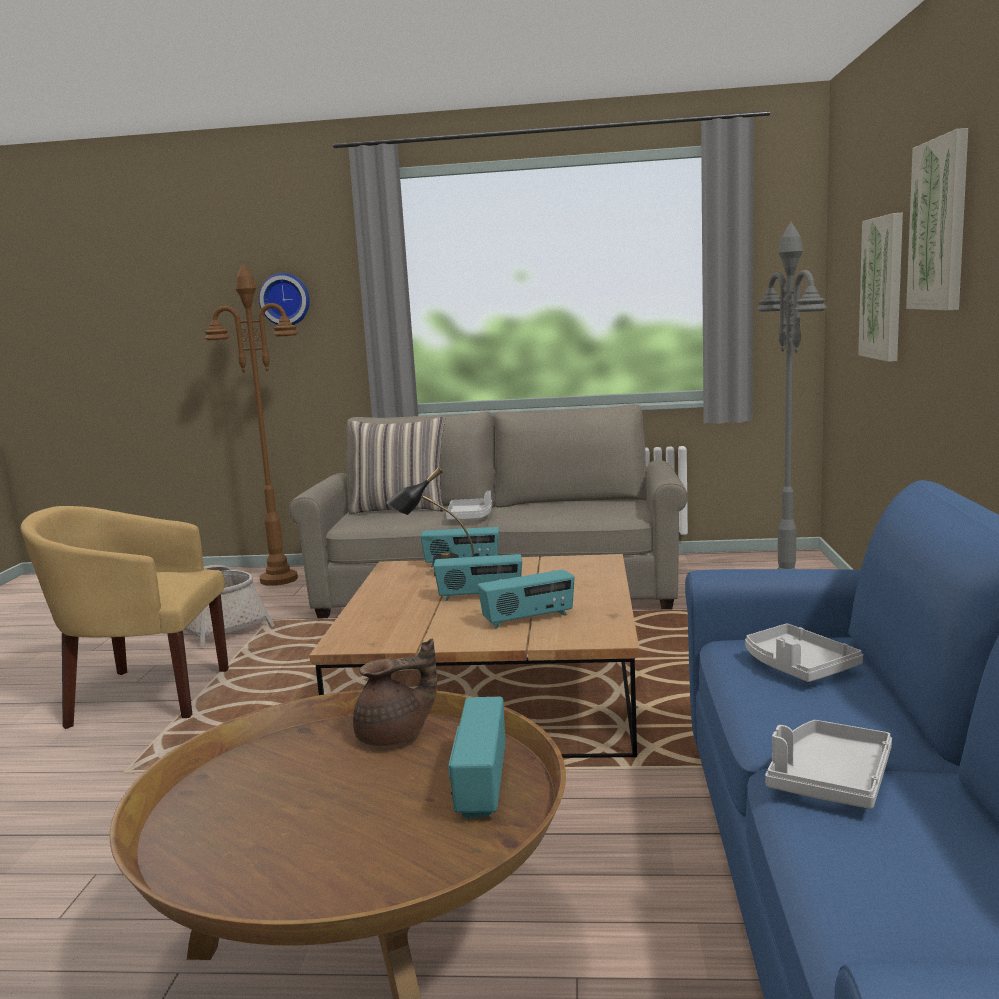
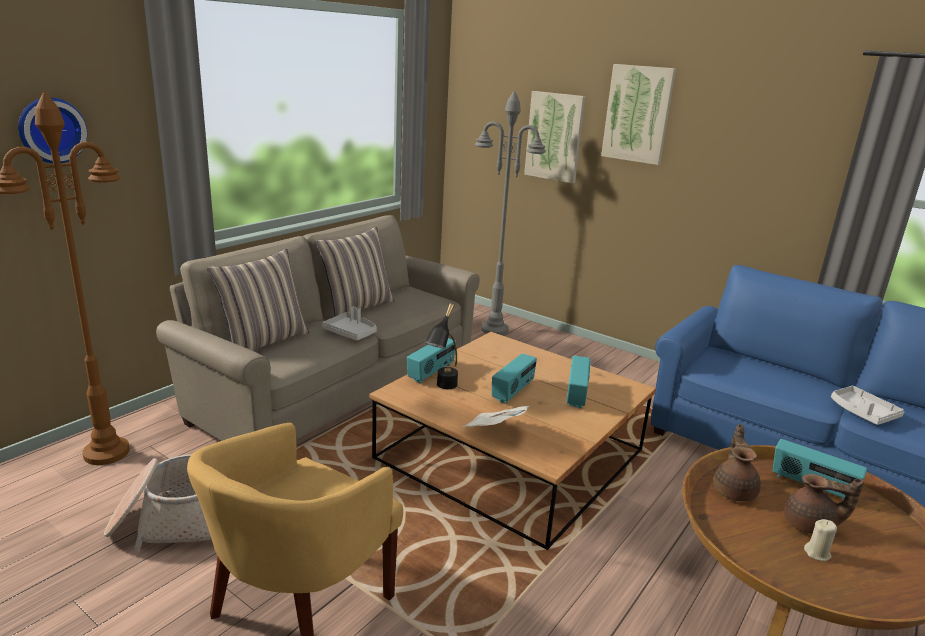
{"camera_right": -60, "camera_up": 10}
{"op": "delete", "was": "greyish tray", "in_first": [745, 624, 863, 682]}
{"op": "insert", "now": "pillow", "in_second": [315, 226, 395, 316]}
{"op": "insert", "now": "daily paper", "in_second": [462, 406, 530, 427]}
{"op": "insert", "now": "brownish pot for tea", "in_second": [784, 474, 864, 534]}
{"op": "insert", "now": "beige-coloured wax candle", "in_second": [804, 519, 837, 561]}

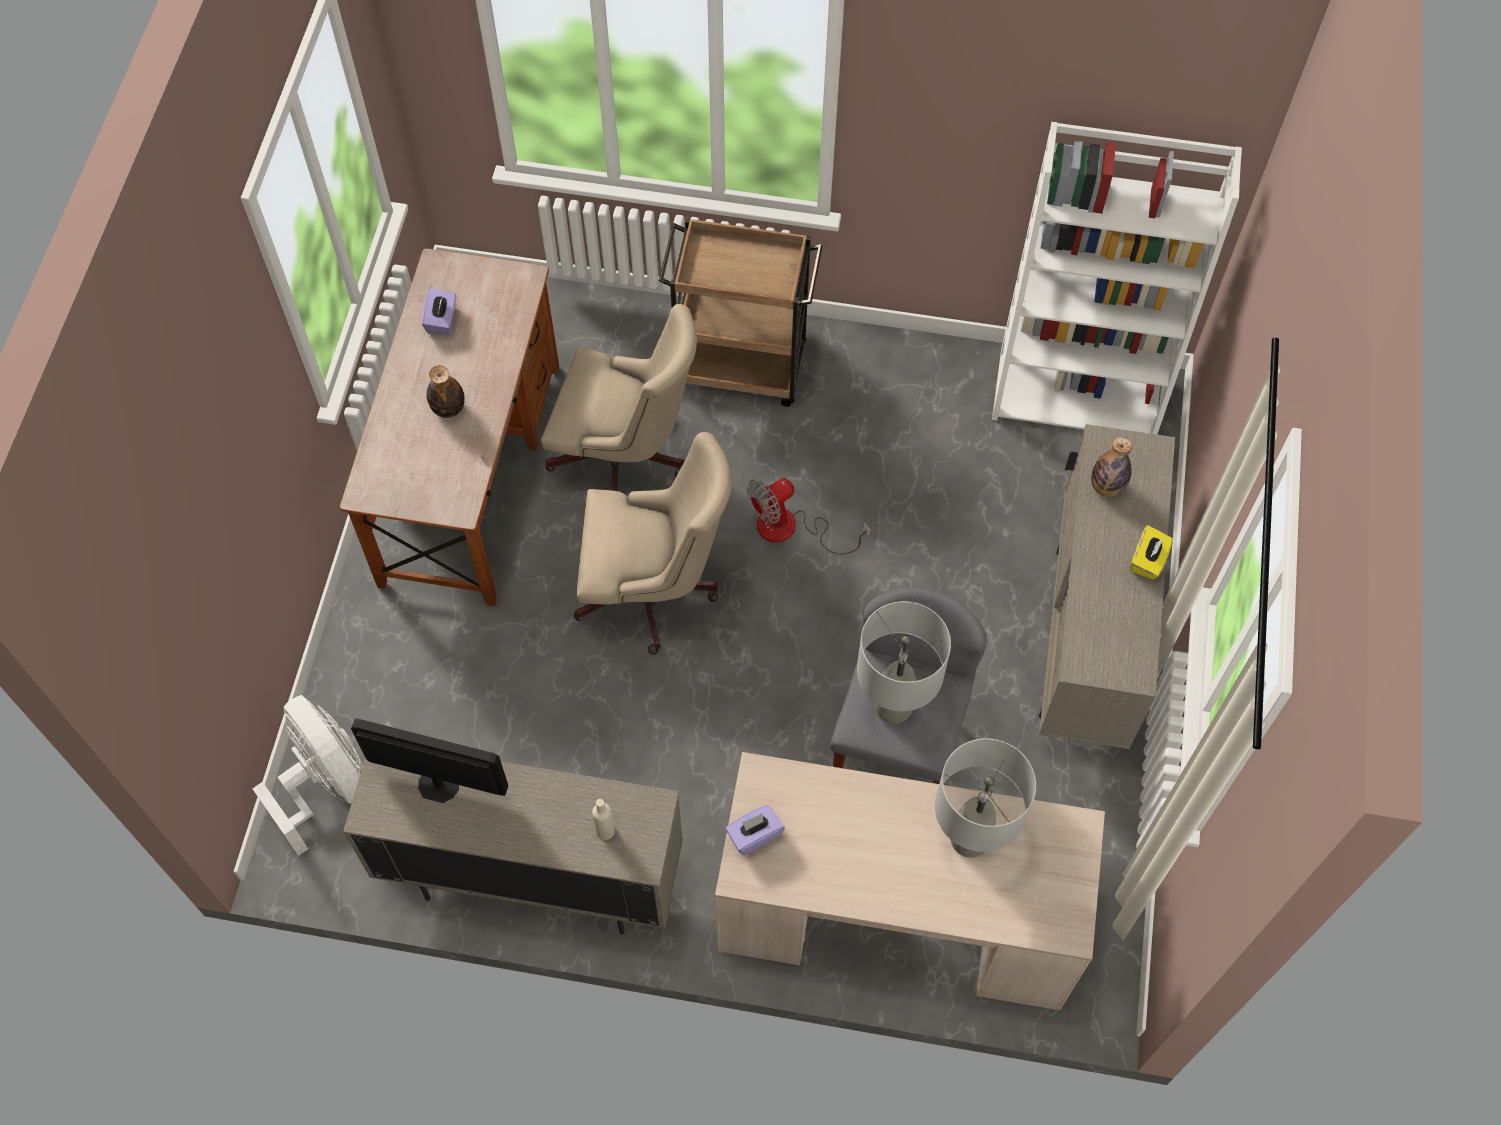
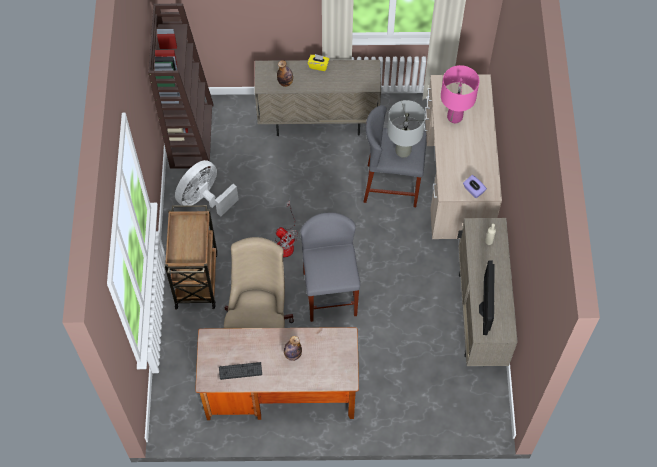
{"camera_right": -100, "camera_up": 0}
{"op": "move", "was": "white electric fan", "in_first": [252, 695, 362, 856], "in_second": [175, 160, 239, 216]}
{"op": "replace", "was": "purple-coloured tissue holder", "now": "computer keyboard", "in_first": [422, 288, 456, 335], "in_second": [219, 362, 262, 380]}
{"op": "replace", "was": "beige-coloured office chair", "now": "greyish stool", "in_first": [574, 432, 732, 655], "in_second": [300, 213, 360, 322]}
{"op": "recolor", "was": "greyish lamp for a table", "now": "pinkish lamp for a table", "in_first": [935, 738, 1036, 858], "in_second": [441, 65, 479, 123]}
{"op": "recolor", "was": "white shelving unit", "now": "brownish shelving unit", "in_first": [992, 122, 1242, 434], "in_second": [148, 3, 214, 169]}

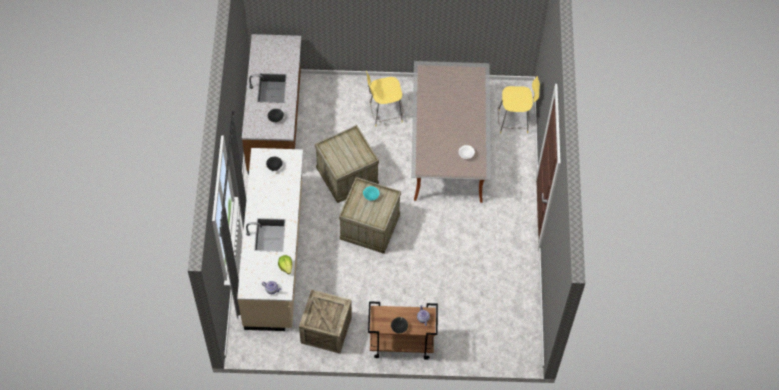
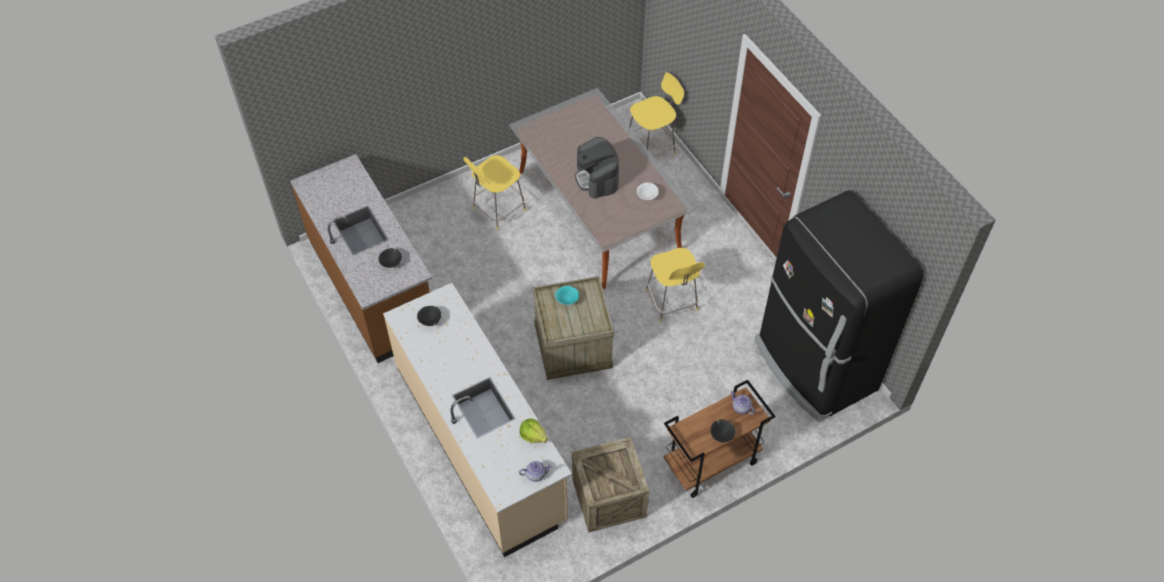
{"camera_right": -30, "camera_up": -5}
{"op": "delete", "was": "packing crate", "in_first": [315, 125, 379, 203]}
{"op": "insert", "now": "coffee brewer", "in_second": [575, 137, 619, 199]}
{"op": "insert", "now": "yellow stool", "in_second": [646, 248, 705, 322]}
{"op": "insert", "now": "black-coloured kitchen fridge", "in_second": [755, 191, 924, 422]}

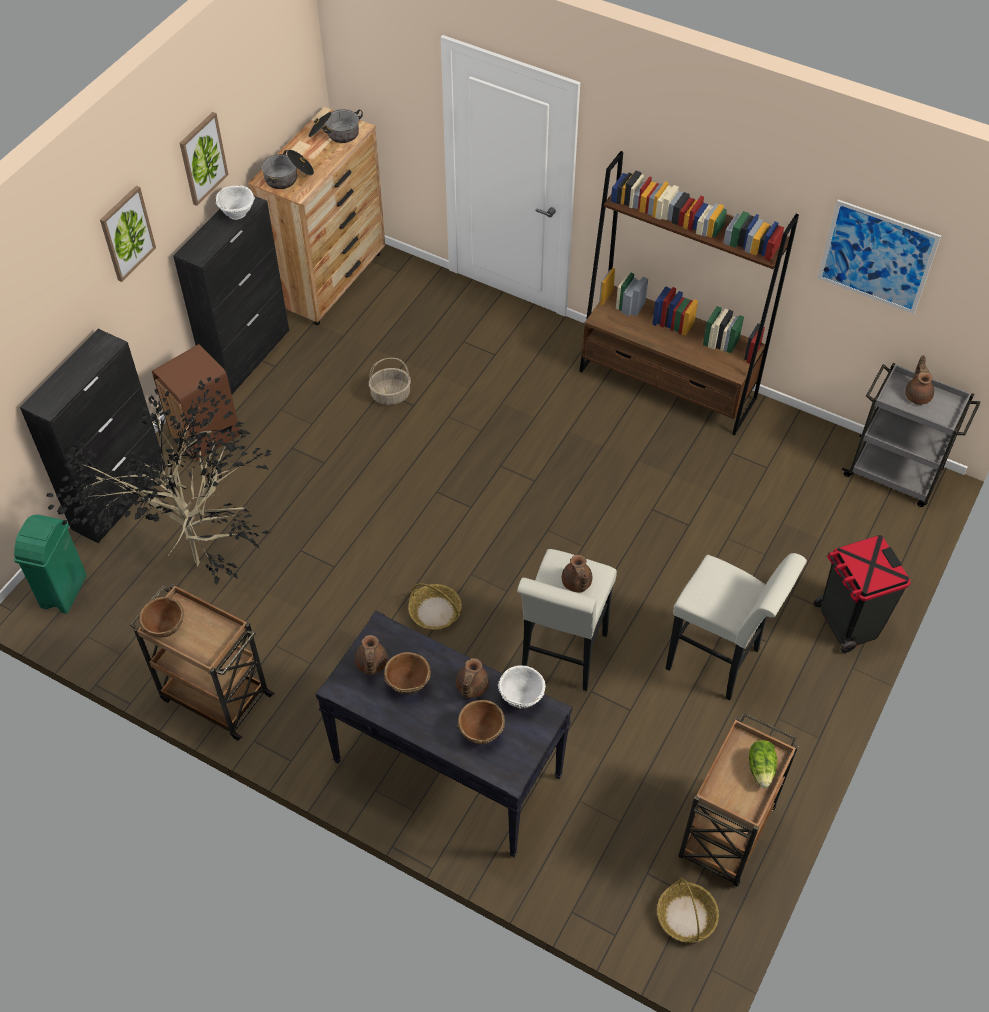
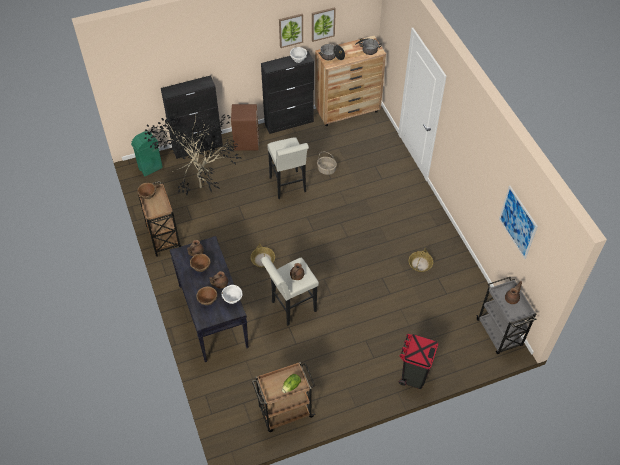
{"camera_right": 40, "camera_up": 0}
{"op": "delete", "was": "brownish shelving unit", "in_first": [579, 151, 799, 436]}
{"op": "move", "was": "picture", "in_first": [100, 186, 156, 282], "in_second": [312, 7, 336, 42]}
{"op": "move", "was": "storage basket", "in_first": [657, 878, 719, 943], "in_second": [409, 248, 433, 272]}
{"op": "move", "was": "white stool", "in_first": [665, 553, 807, 701], "in_second": [267, 137, 309, 199]}

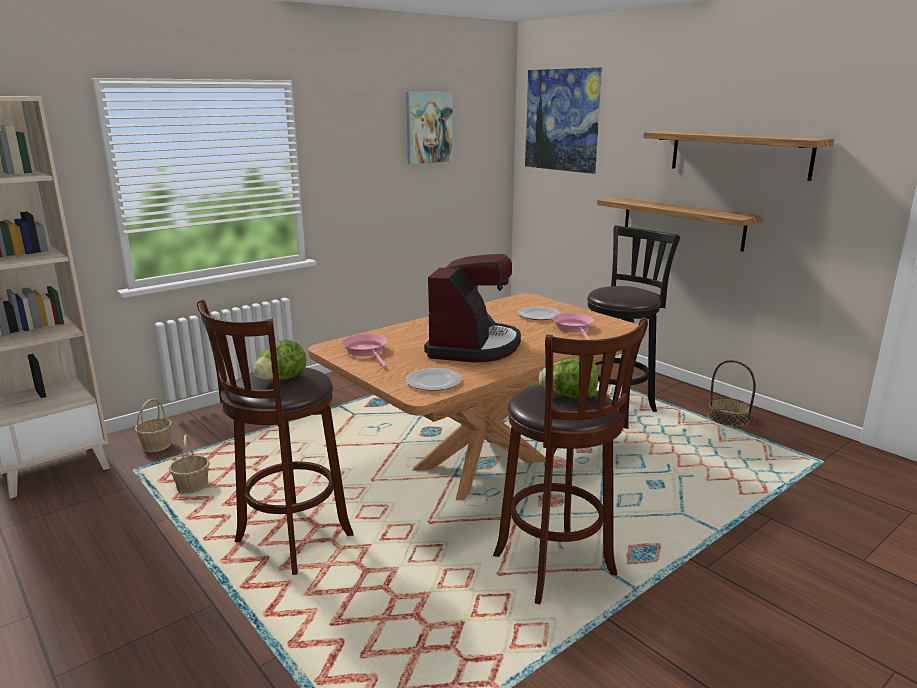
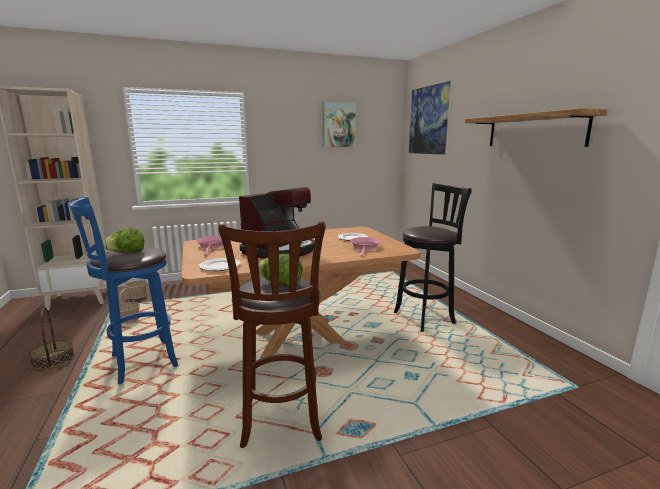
{"camera_right": 20, "camera_up": -5}
{"op": "delete", "was": "shelf", "in_first": [597, 197, 763, 252]}
{"op": "move", "was": "storage basket", "in_first": [708, 360, 756, 427], "in_second": [29, 308, 75, 370]}
{"op": "recolor", "was": "brownish stool", "now": "blue stool", "in_first": [197, 300, 354, 575], "in_second": [69, 197, 179, 384]}

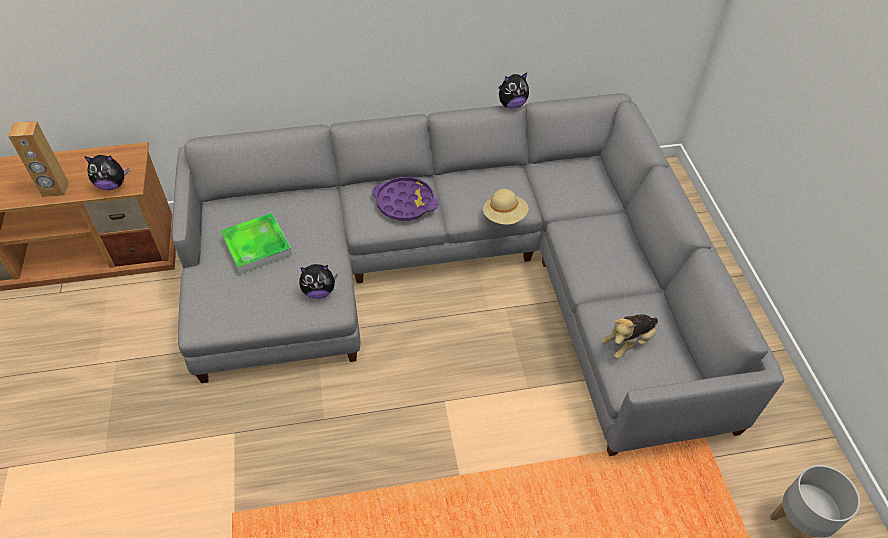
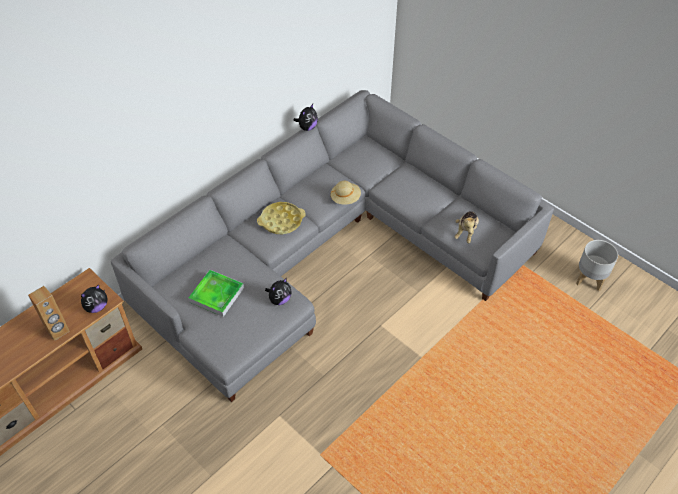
{"camera_right": -35, "camera_up": 0}
{"op": "recolor", "was": "purple-coloured tray", "now": "yellow tray", "in_first": [372, 177, 439, 221], "in_second": [257, 202, 306, 234]}

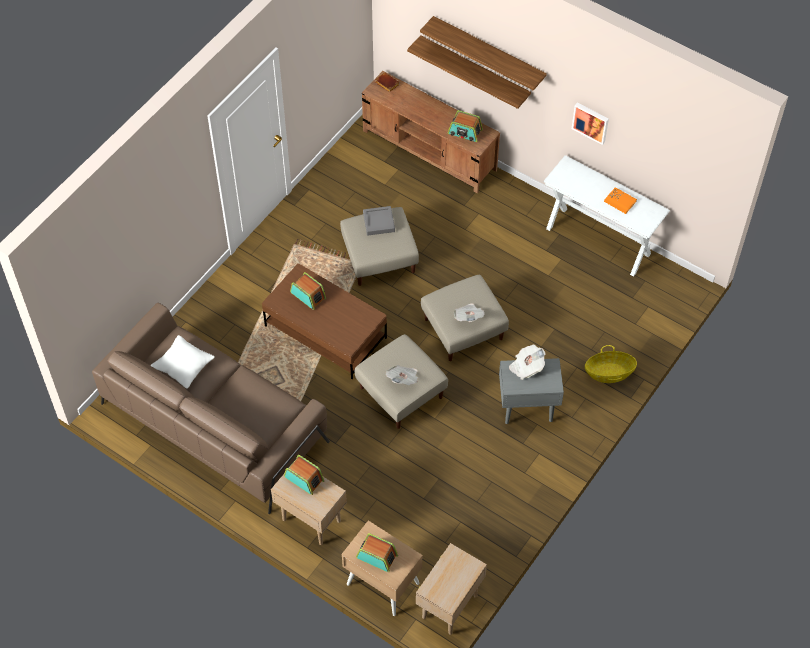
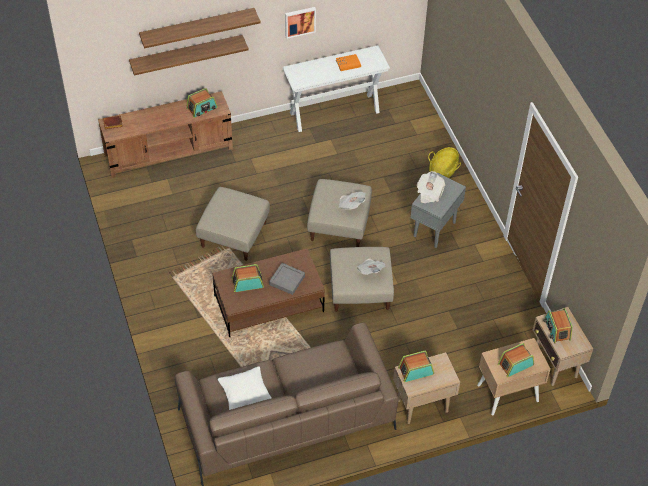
{"camera_right": -55, "camera_up": -5}
{"op": "insert", "now": "radio", "in_second": [544, 308, 573, 343]}
{"op": "move", "was": "greyish tray", "in_first": [363, 206, 395, 236], "in_second": [269, 263, 305, 295]}

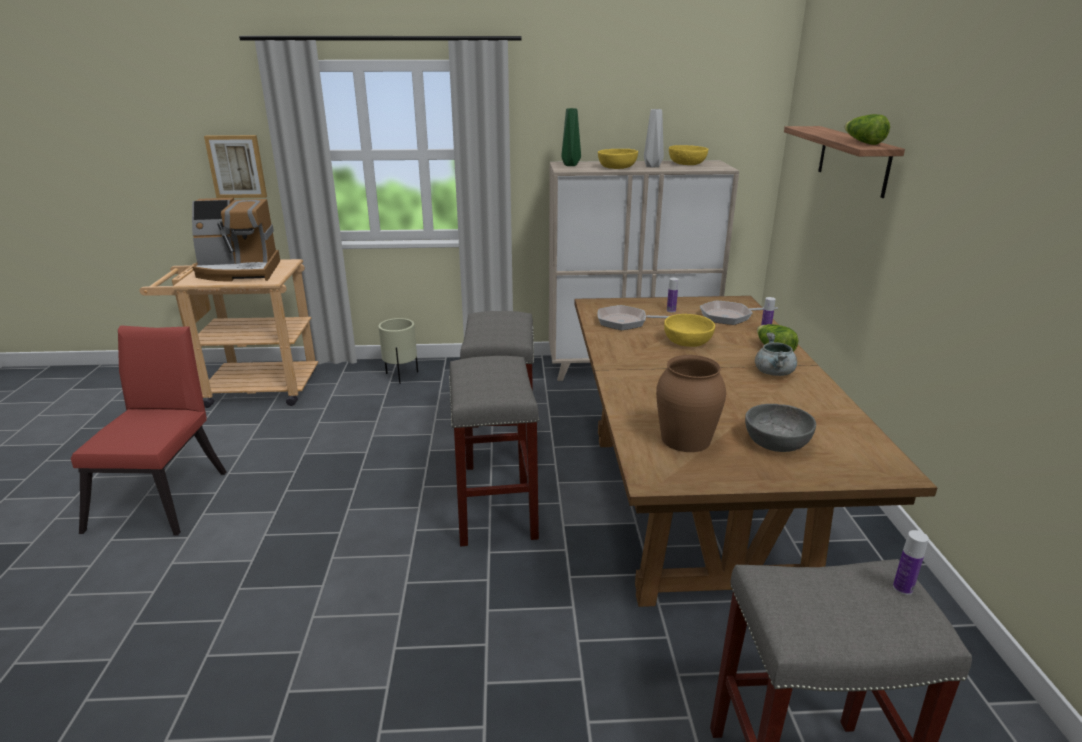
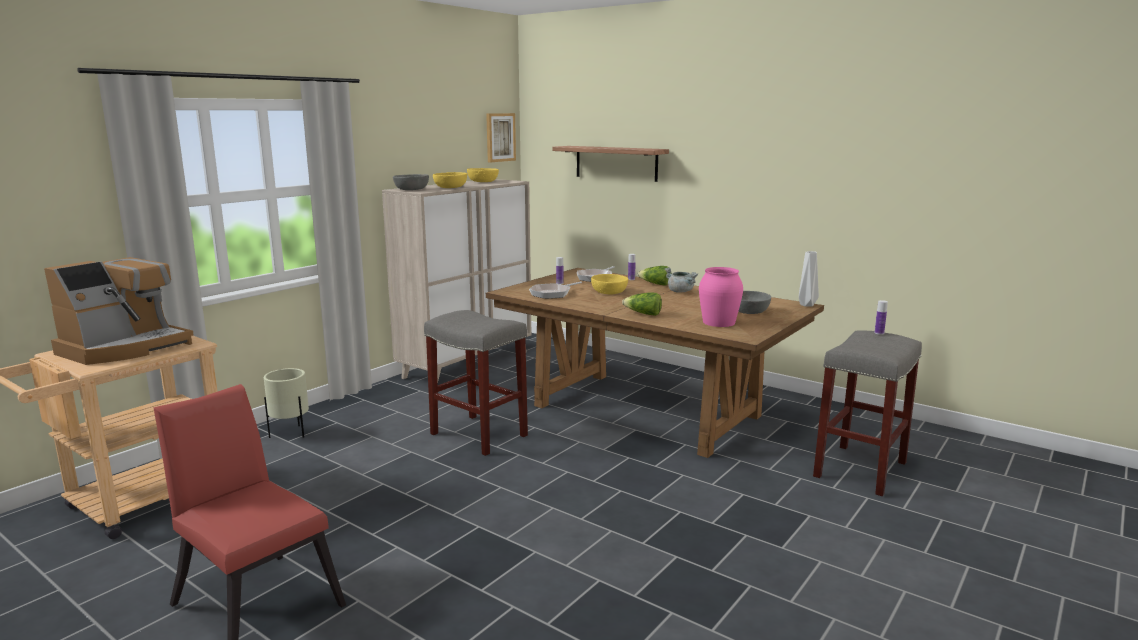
{"camera_right": -50, "camera_up": -10}
{"op": "delete", "was": "greyish stool", "in_first": [449, 356, 540, 547]}
{"op": "move", "was": "picture", "in_first": [204, 135, 267, 198], "in_second": [486, 113, 516, 162]}
{"op": "move", "was": "greyish flower vase", "in_first": [644, 109, 664, 168], "in_second": [799, 251, 819, 307]}
{"op": "move", "was": "lettuce", "in_first": [844, 114, 890, 145], "in_second": [622, 293, 662, 316]}
{"op": "replace", "was": "green-coloured flower vase", "now": "greyish serving bowl", "in_first": [561, 108, 581, 166], "in_second": [393, 174, 429, 190]}
{"op": "recolor", "was": "brownish flower vase", "now": "pinkish flower vase", "in_first": [656, 355, 726, 452], "in_second": [699, 267, 743, 327]}

